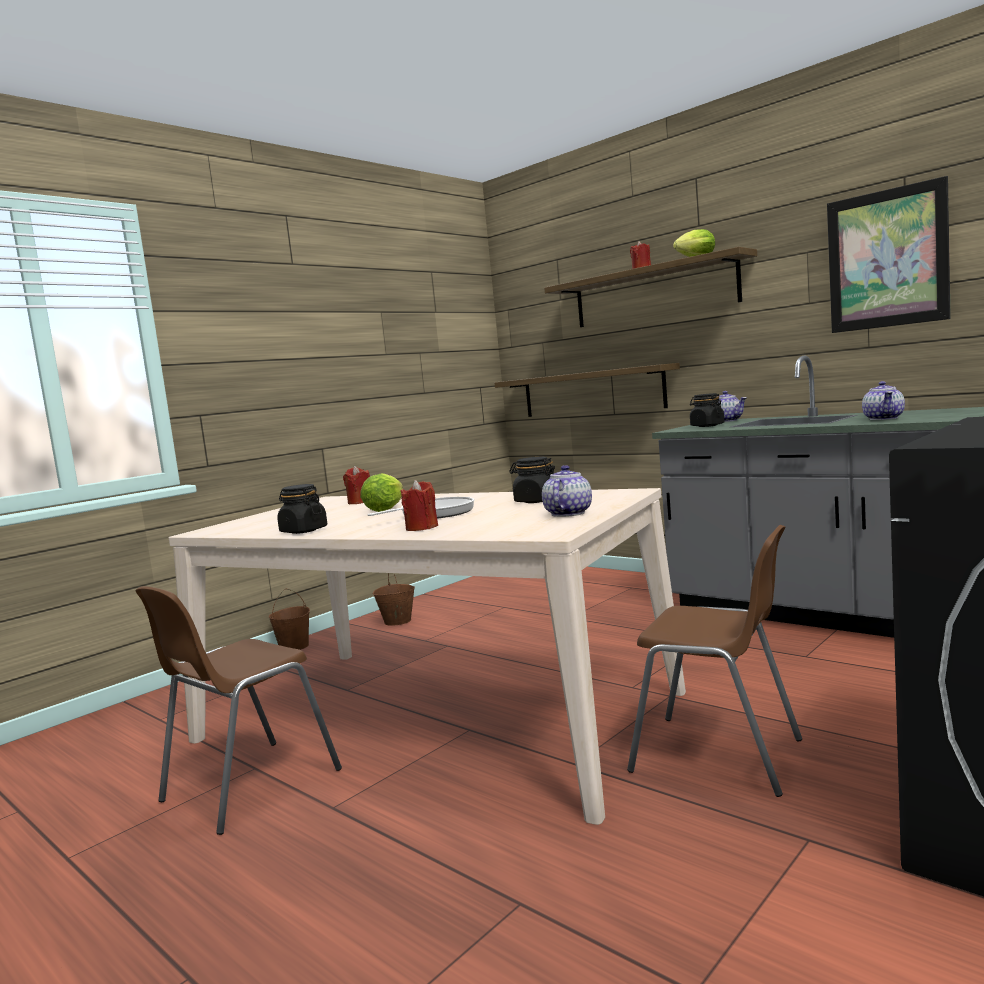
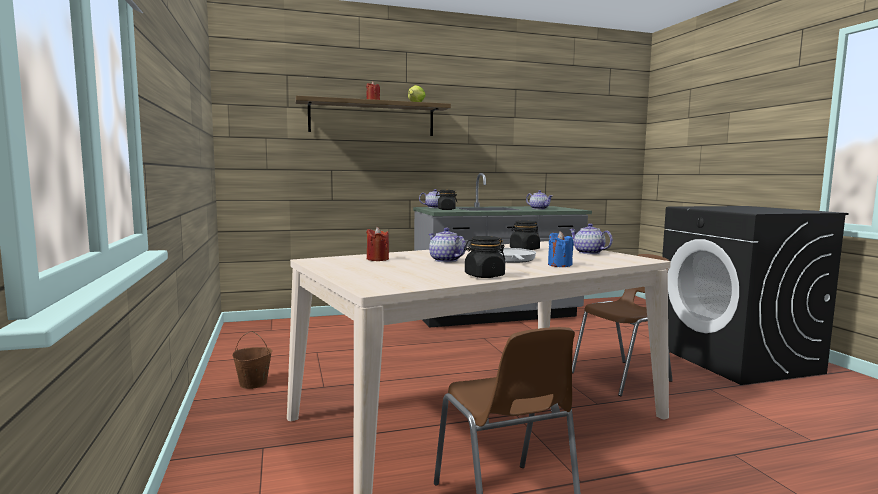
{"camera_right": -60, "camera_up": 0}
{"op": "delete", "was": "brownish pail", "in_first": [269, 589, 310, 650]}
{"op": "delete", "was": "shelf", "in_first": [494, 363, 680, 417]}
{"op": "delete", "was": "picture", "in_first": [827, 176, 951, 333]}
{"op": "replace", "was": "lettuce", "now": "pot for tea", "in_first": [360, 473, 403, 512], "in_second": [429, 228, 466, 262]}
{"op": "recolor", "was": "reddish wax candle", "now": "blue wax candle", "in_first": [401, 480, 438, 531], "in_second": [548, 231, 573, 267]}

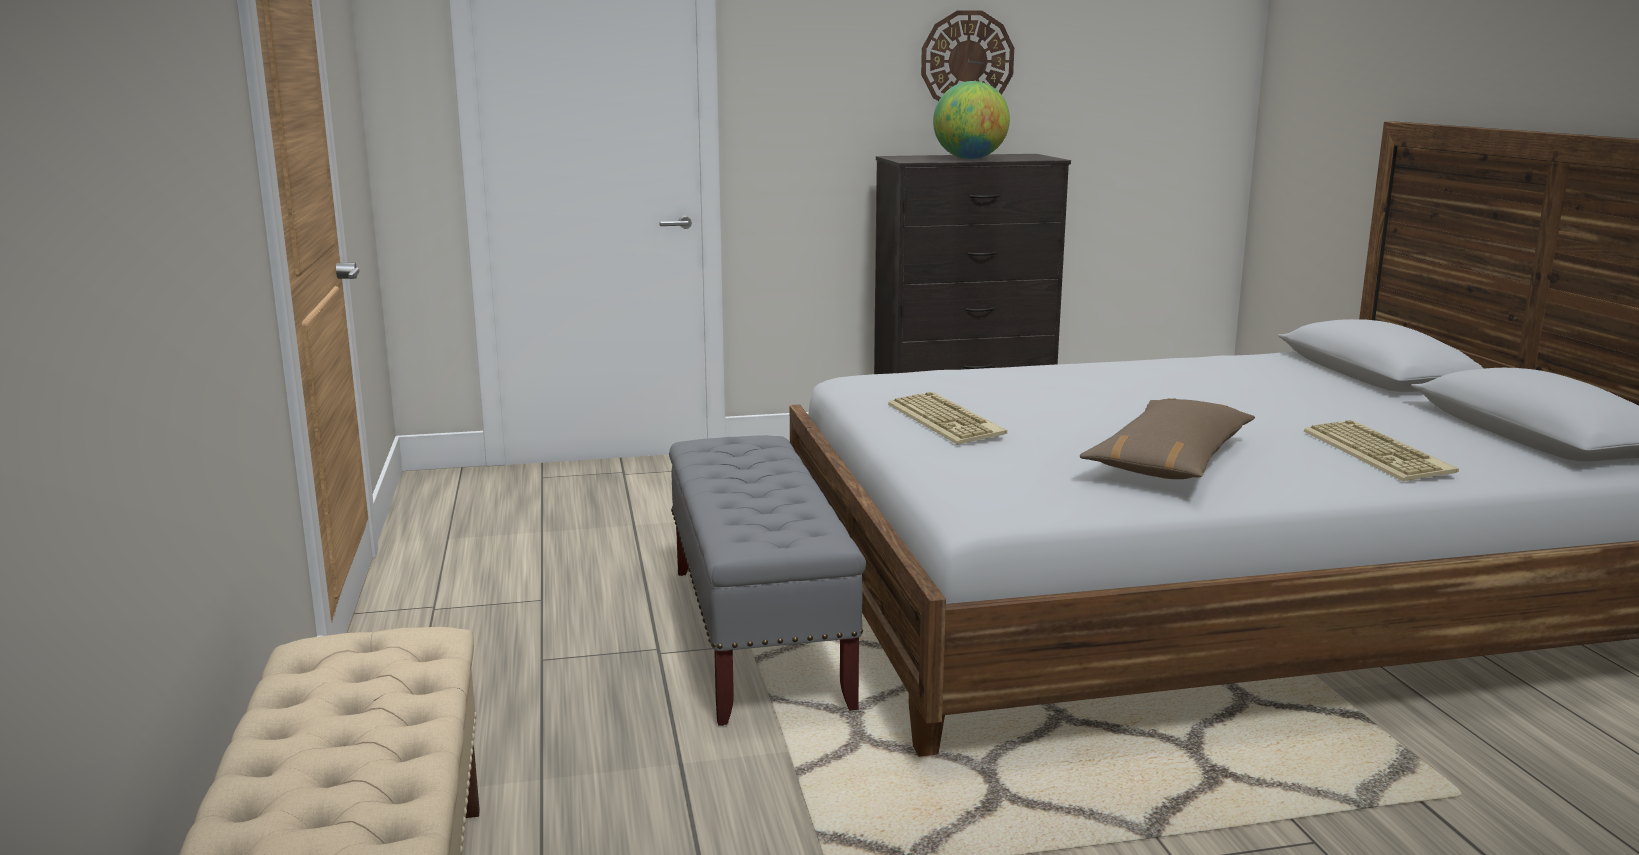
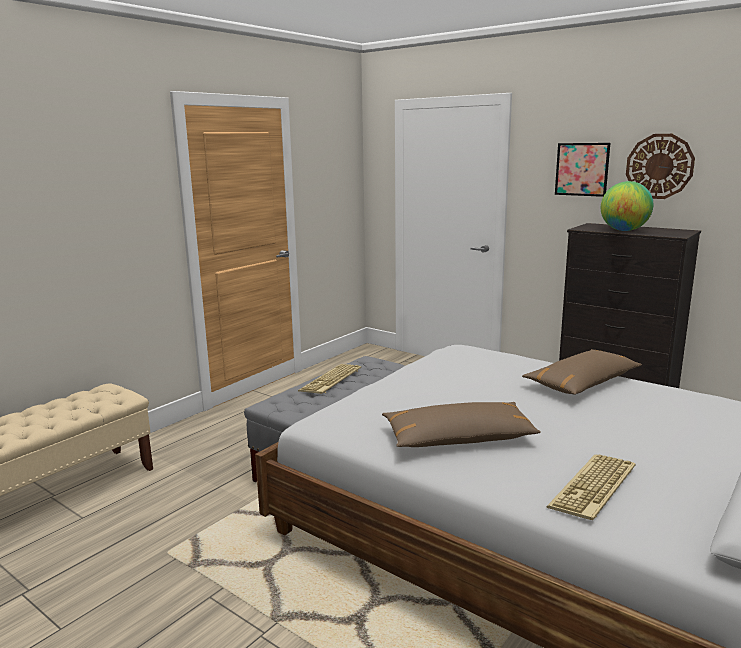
{"camera_right": 50, "camera_up": 0}
{"op": "insert", "now": "brownish pillow", "in_second": [522, 349, 642, 395]}
{"op": "insert", "now": "picture", "in_second": [555, 143, 610, 197]}
{"op": "move", "was": "computer keyboard", "in_first": [888, 392, 1007, 445], "in_second": [298, 364, 361, 394]}

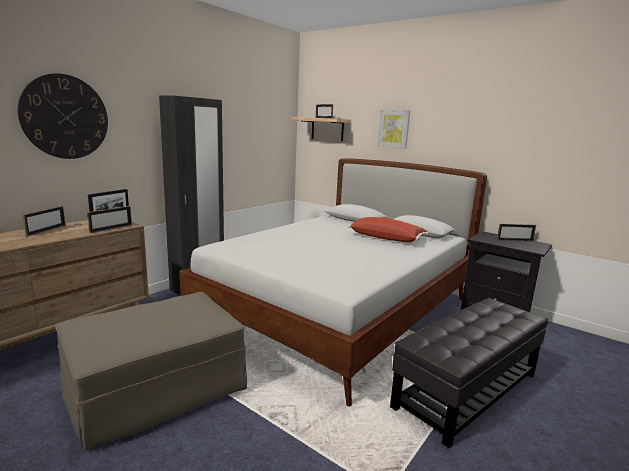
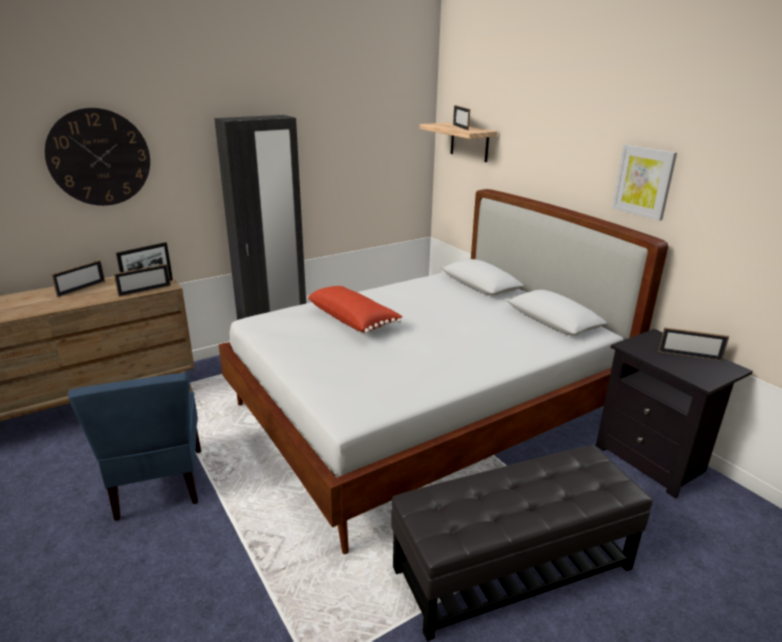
{"camera_right": 20, "camera_up": 10}
{"op": "move", "was": "reddish pillow", "in_first": [348, 217, 428, 242], "in_second": [307, 286, 402, 333]}
{"op": "move", "was": "picture", "in_first": [377, 109, 410, 149], "in_second": [612, 144, 677, 221]}
{"op": "replace", "was": "beige-coloured pouffe", "now": "blue upright chair", "in_first": [55, 292, 247, 451], "in_second": [68, 373, 201, 521]}

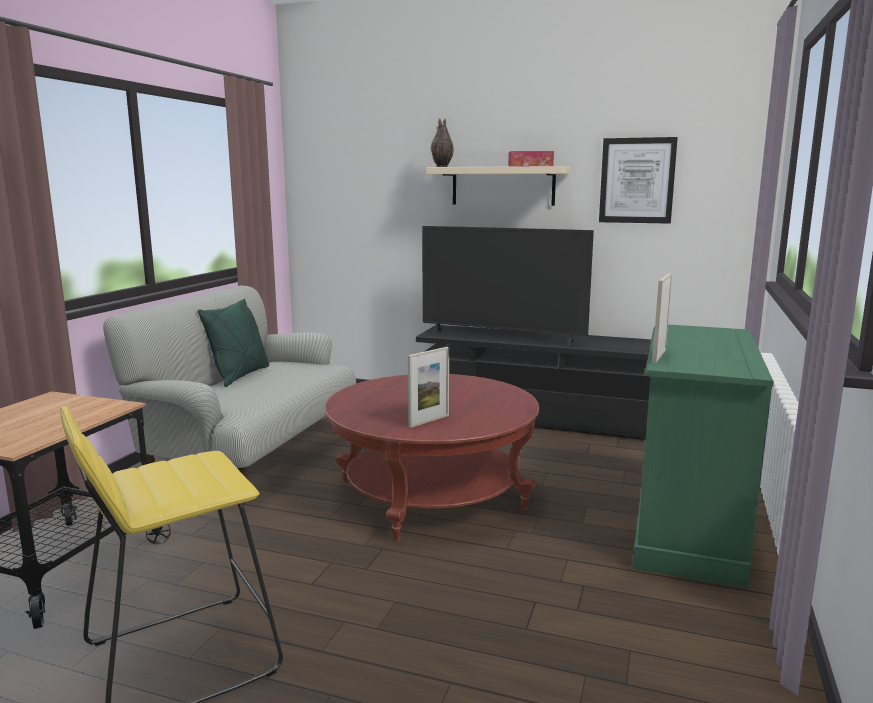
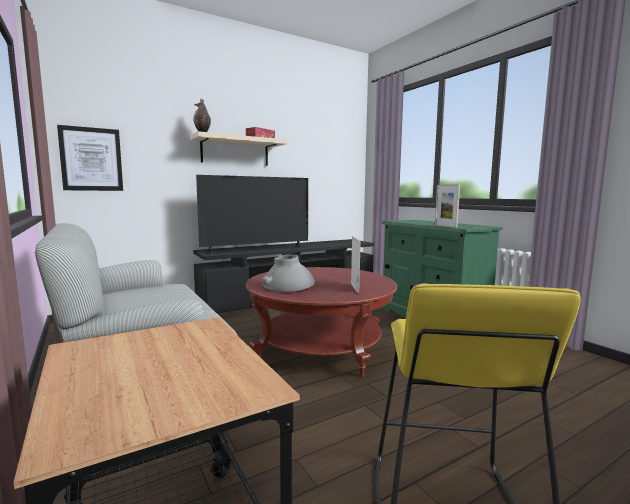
{"camera_right": -50, "camera_up": -5}
{"op": "delete", "was": "green-coloured pillow", "in_first": [198, 299, 269, 387]}
{"op": "insert", "now": "greyish flower vase", "in_second": [261, 255, 315, 292]}
{"op": "move", "was": "picture", "in_first": [599, 137, 678, 224], "in_second": [57, 125, 123, 191]}

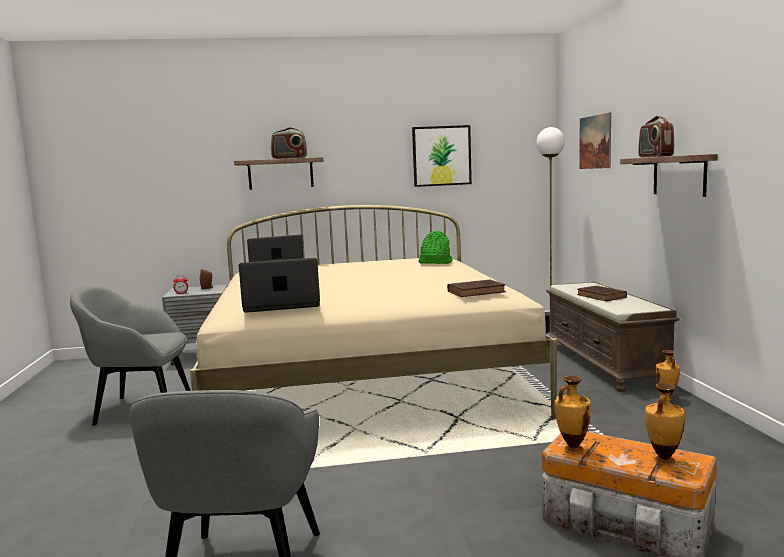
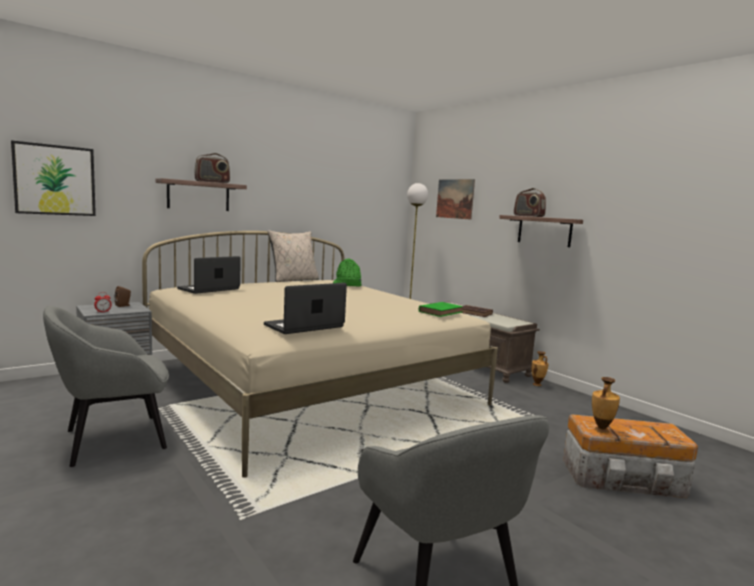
{"camera_right": -30, "camera_up": 0}
{"op": "delete", "was": "flower vase", "in_first": [645, 383, 685, 465]}
{"op": "insert", "now": "beige-coloured pillow", "in_second": [268, 230, 319, 282]}
{"op": "move", "was": "picture", "in_first": [412, 125, 472, 187], "in_second": [11, 140, 96, 216]}
{"op": "recolor", "was": "brownish volume", "now": "green-coloured volume", "in_first": [447, 279, 506, 297], "in_second": [419, 302, 463, 317]}

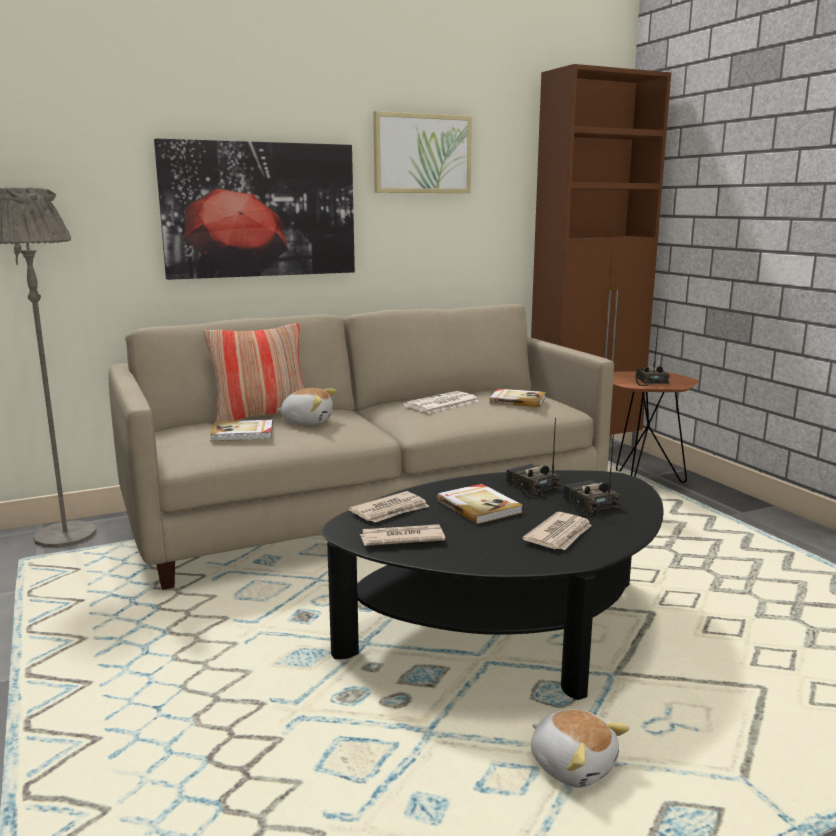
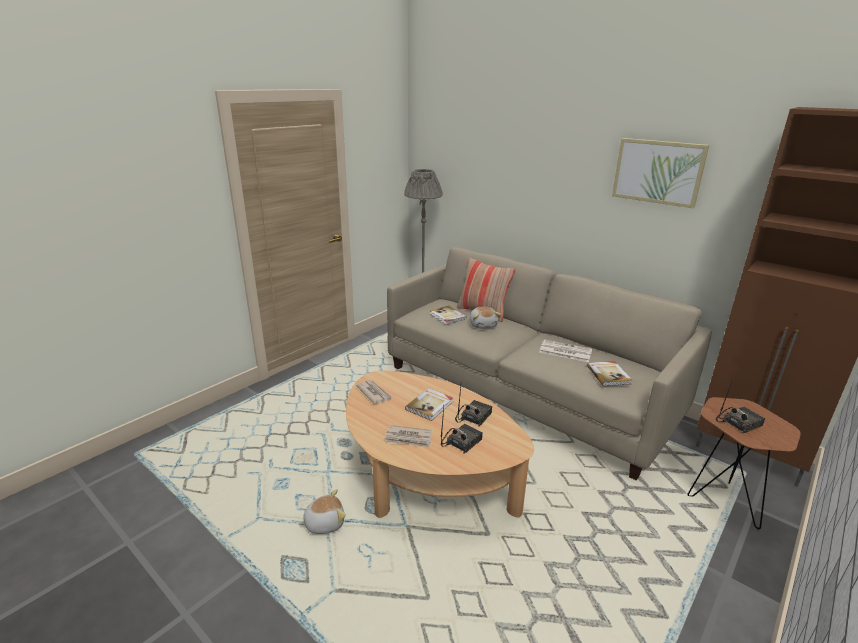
{"camera_right": 65, "camera_up": 10}
{"op": "delete", "was": "picture", "in_first": [154, 139, 355, 280]}
{"op": "delete", "was": "daily paper", "in_first": [349, 491, 429, 522]}
{"op": "recolor", "was": "black-coloured coffee table", "now": "beige-coloured coffee table", "in_first": [322, 470, 663, 700], "in_second": [346, 371, 534, 518]}
{"op": "rotate", "was": "plush toy", "in_first": [531, 709, 630, 788], "in_second": [298, 489, 346, 534], "clockwise": -135}

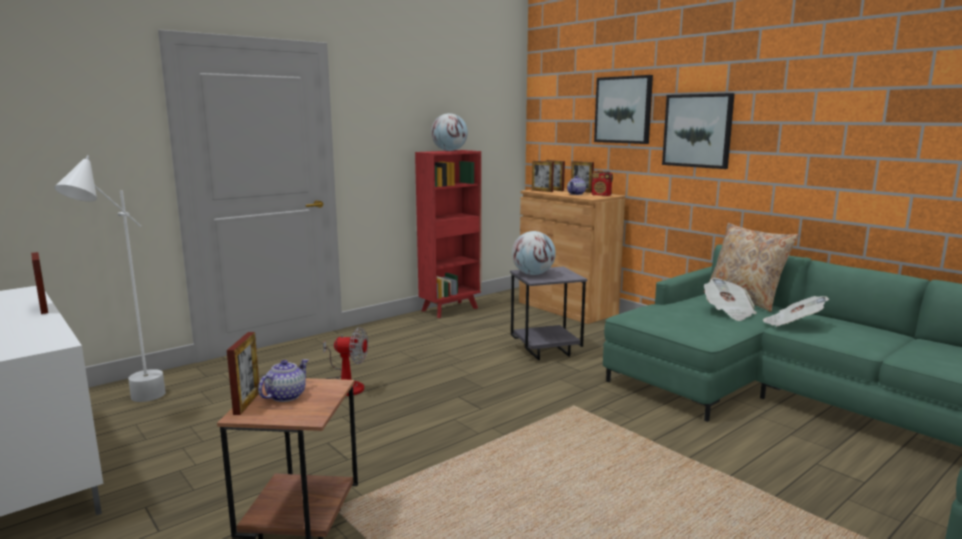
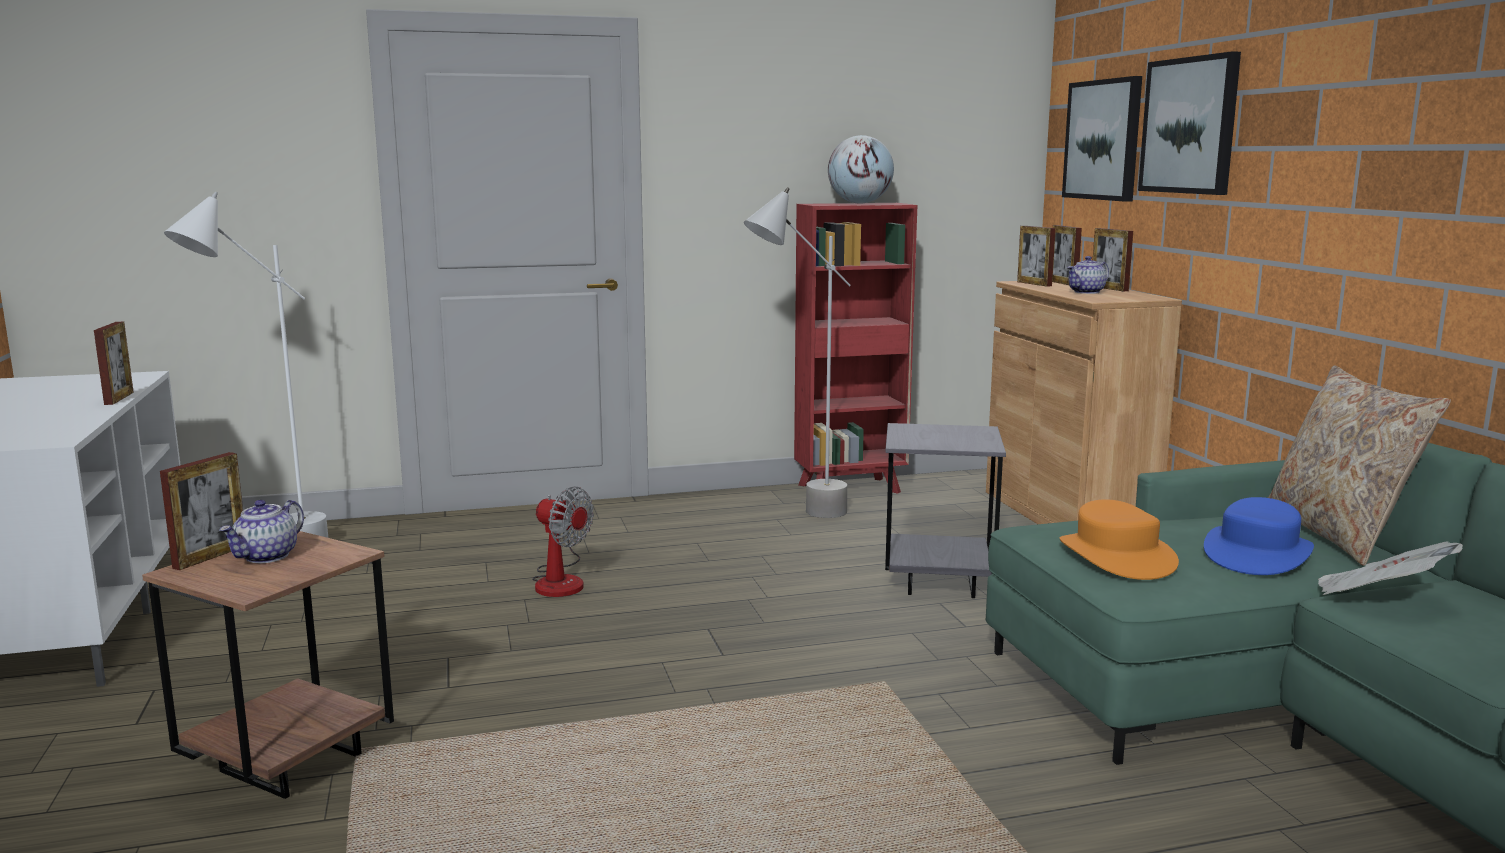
{"camera_right": 25, "camera_up": 0}
{"op": "delete", "was": "world globe", "in_first": [512, 231, 556, 275]}
{"op": "delete", "was": "radio", "in_first": [592, 170, 613, 196]}
{"op": "insert", "now": "greyish floor lamp", "in_second": [744, 187, 851, 518]}
{"op": "insert", "now": "orangey wearable hat", "in_second": [1060, 499, 1179, 580]}
{"op": "move", "was": "picture", "in_first": [662, 93, 735, 169], "in_second": [1062, 76, 1142, 201]}
{"op": "replace", "was": "daily paper", "now": "blue wearable hat", "in_first": [704, 278, 757, 321], "in_second": [1204, 497, 1314, 575]}
{"op": "rotate", "was": "pot for tea", "in_first": [258, 359, 308, 402], "in_second": [219, 500, 304, 563], "clockwise": 150}

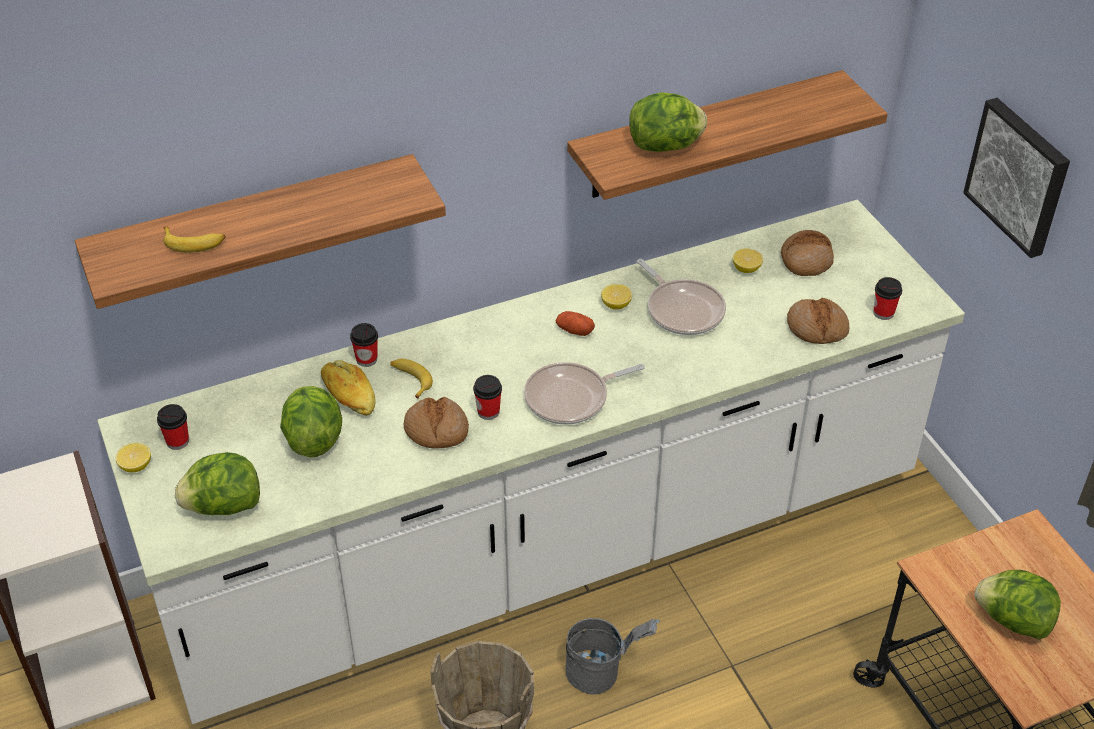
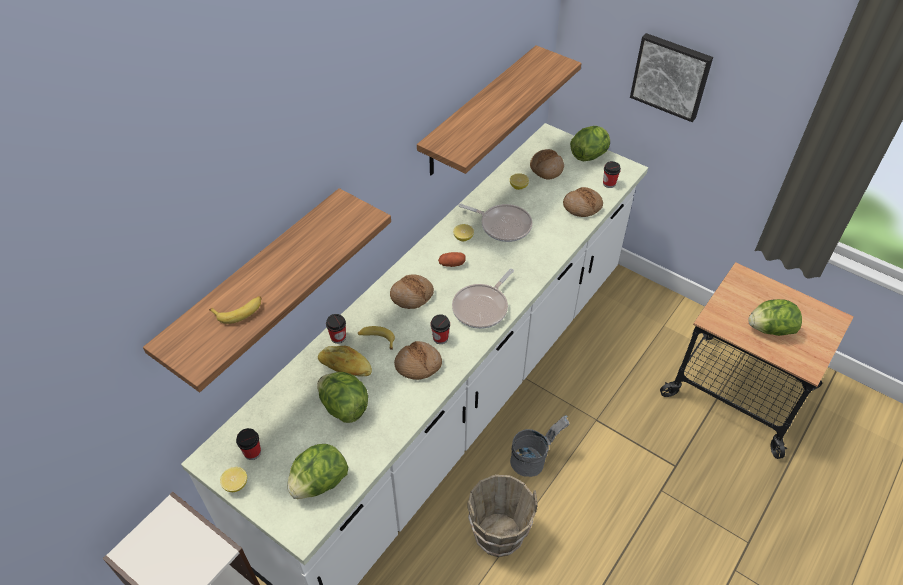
{"camera_right": -30, "camera_up": 5}
{"op": "insert", "now": "bread", "in_second": [390, 274, 434, 309]}
{"op": "move", "was": "lettuce", "in_first": [630, 92, 707, 152], "in_second": [570, 126, 610, 162]}

